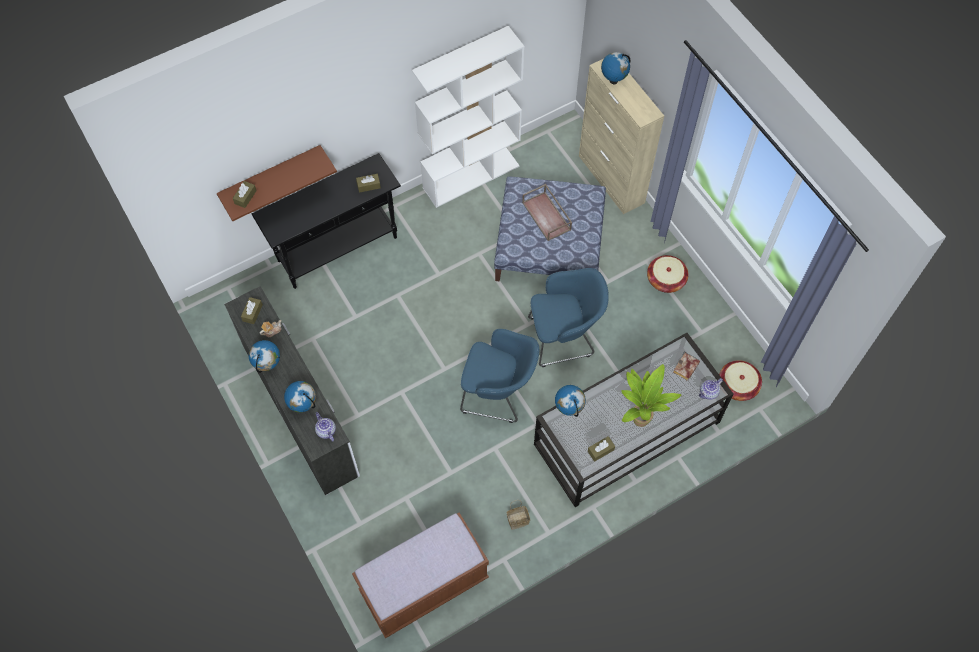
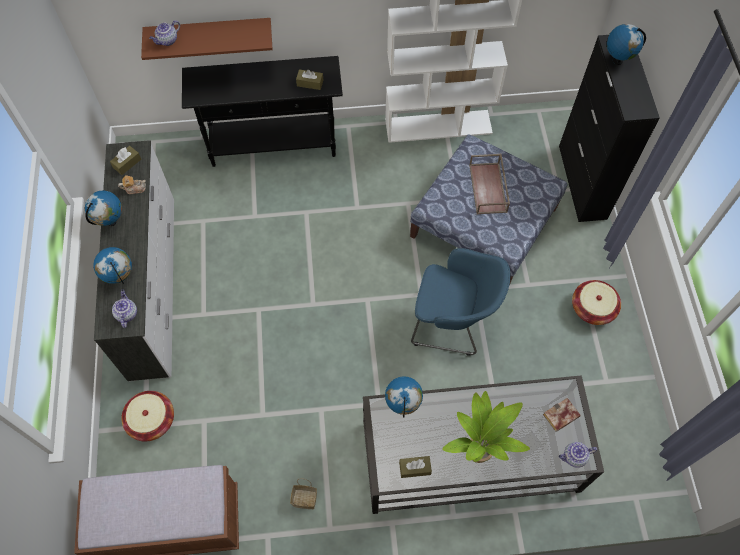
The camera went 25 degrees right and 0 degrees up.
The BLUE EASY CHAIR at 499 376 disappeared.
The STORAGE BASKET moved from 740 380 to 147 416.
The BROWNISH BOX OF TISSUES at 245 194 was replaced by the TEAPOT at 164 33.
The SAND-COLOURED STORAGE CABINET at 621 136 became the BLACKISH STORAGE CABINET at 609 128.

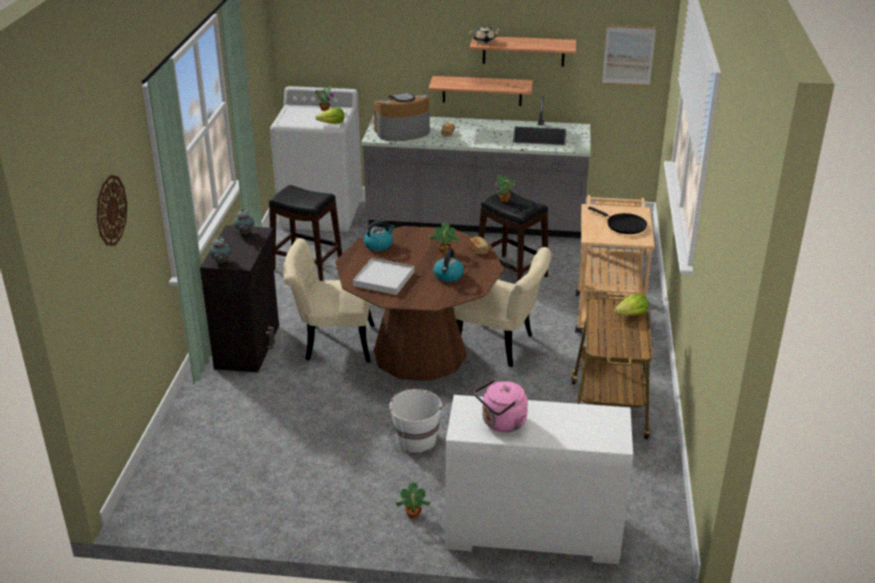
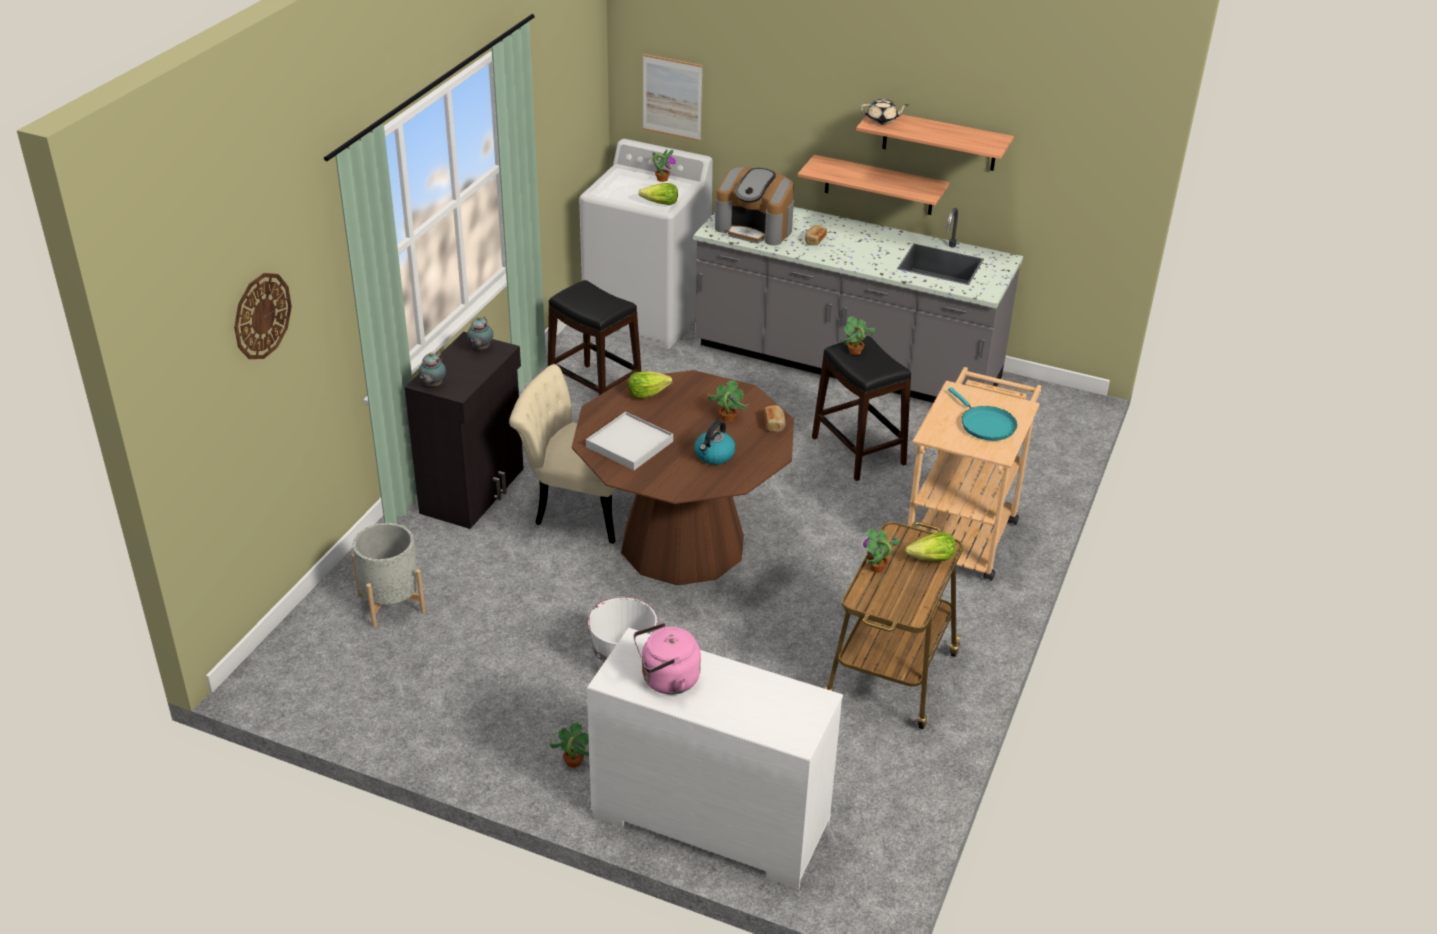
The camera went 15 degrees right and 5 degrees up.
The SAND-COLOURED UPRIGHT CHAIR at 502 307 disappeared.
The GREY FLOWER POT at 389 575 appeared.
The HOUSEPLANT at 881 551 appeared.
The PICTURE moved from 629 55 to 673 97.
The TEA KETTLE at 379 235 was replaced by the HEAD OF LETTUCE at 650 385.
The BLACKISH SKILLET at 617 220 became the TURQUOISE SKILLET at 982 414.
The COFFEE MAKER at 402 117 turned 150 degrees counterclockwise.

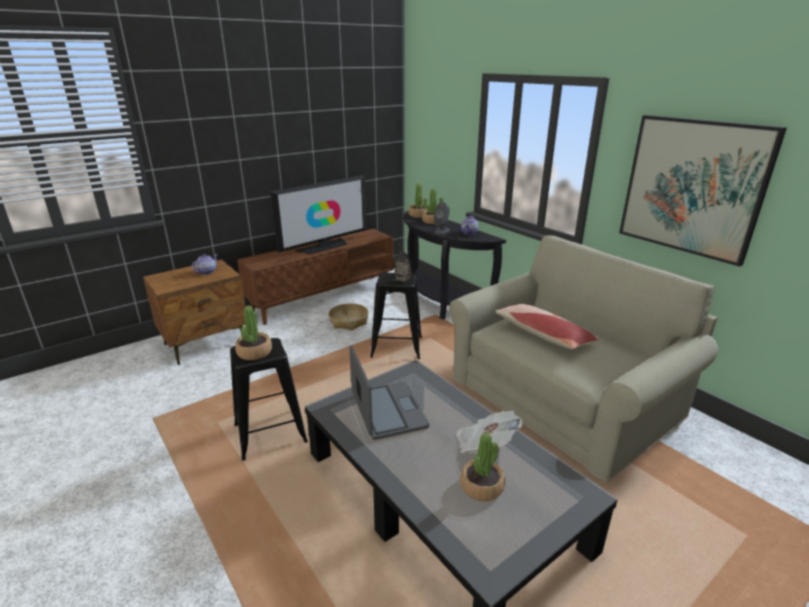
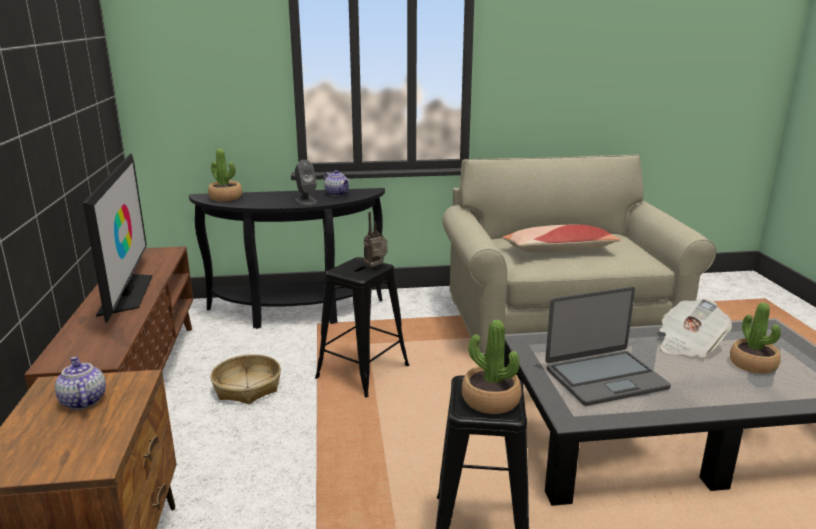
The camera went 60 degrees left and 5 degrees down.
The HOUSEPLANT at 432 206 disappeared.
The PICTURE at 703 191 disappeared.
The LAPTOP at 389 392 turned 150 degrees clockwise.

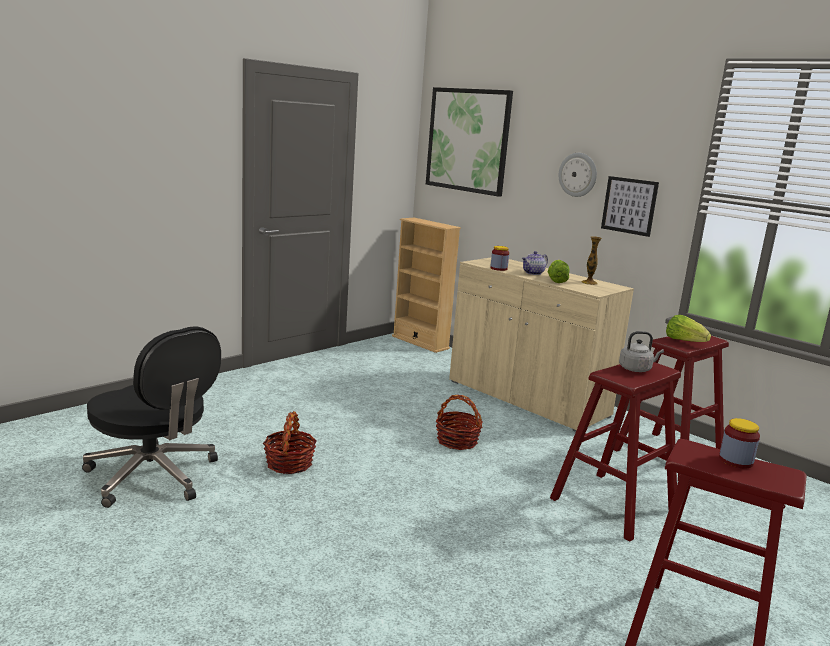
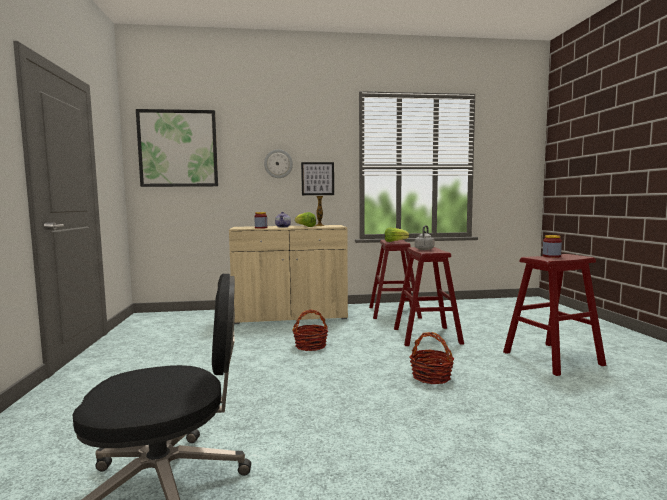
The camera went 50 degrees left and 10 degrees down.
The SAND-COLOURED BOOKCASE at 426 285 disappeared.
The STORAGE BASKET moved from 290 442 to 432 358.

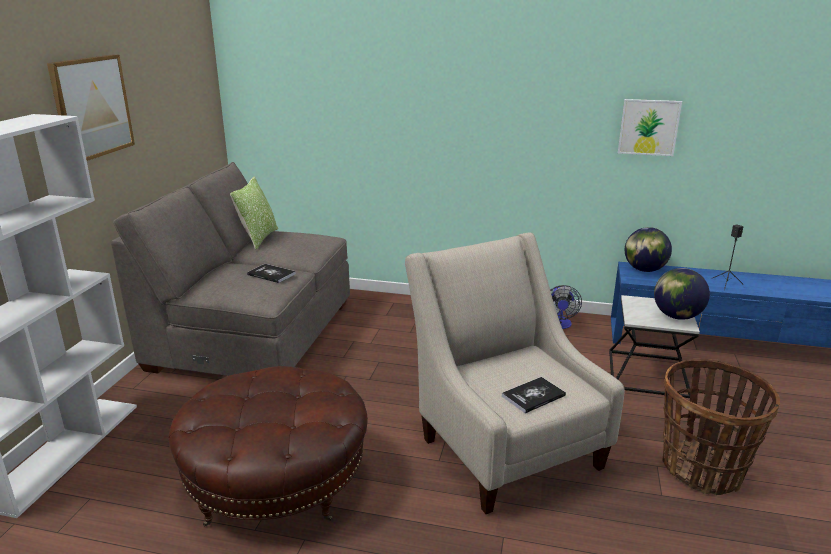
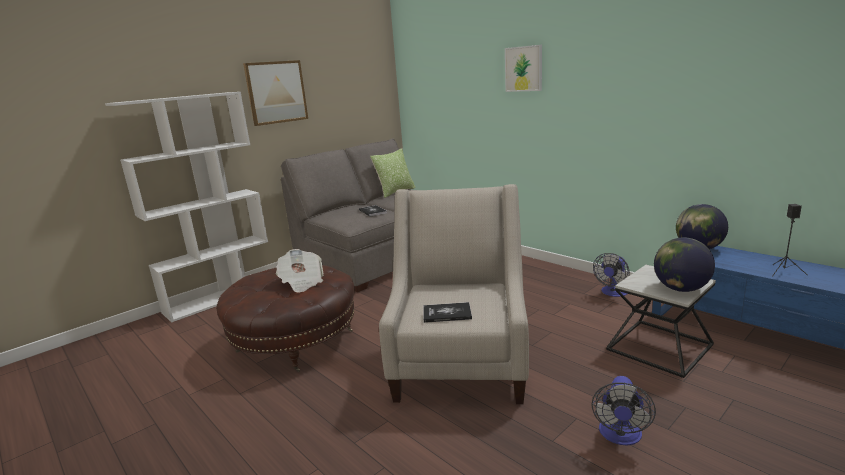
The camera went 35 degrees right and 5 degrees down.
The DAILY PAPER at 299 271 appeared.
The PICTURE moved from 650 127 to 523 68.
The STORAGE BASKET at 721 427 was replaced by the COOLING FAN at 624 411.

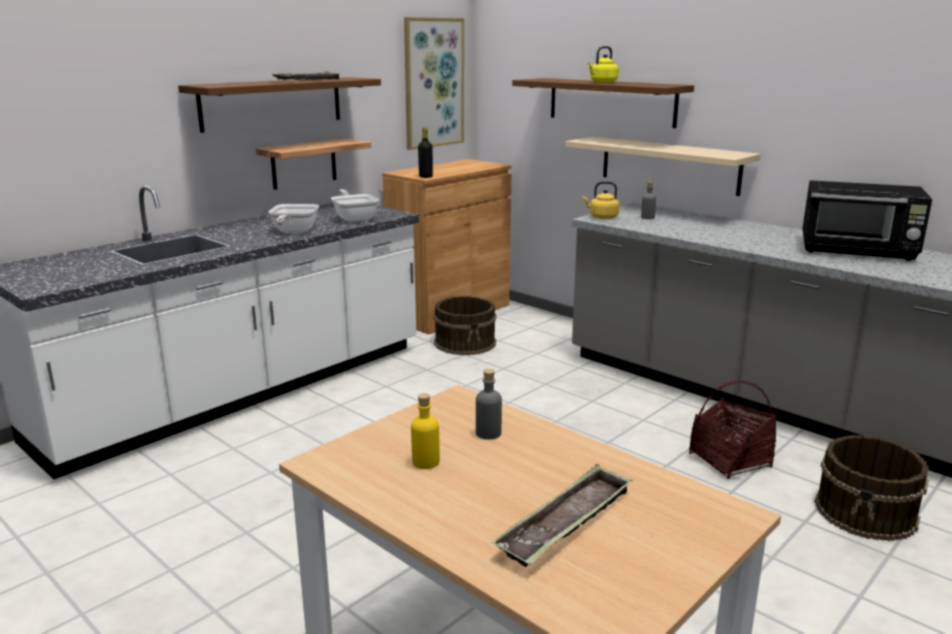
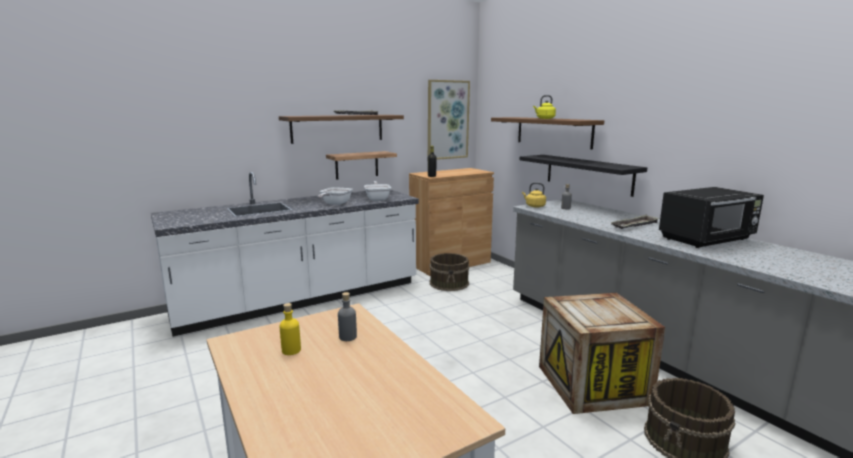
The camera went 15 degrees right and 5 degrees down.
The TRAY moved from 562 515 to 635 222.
The STORAGE BASKET at 733 430 was replaced by the PACKING CRATE at 602 353.
The SAND-COLOURED BRACKET SHELF at 663 166 became the BLACKISH BRACKET SHELF at 583 176.
The BLACKISH MICROWAVE OVEN at 867 220 turned 60 degrees counterclockwise.

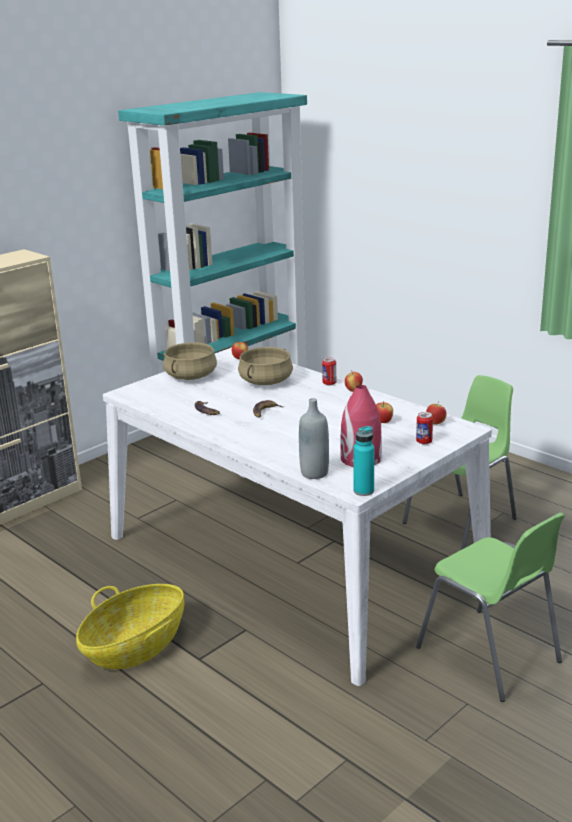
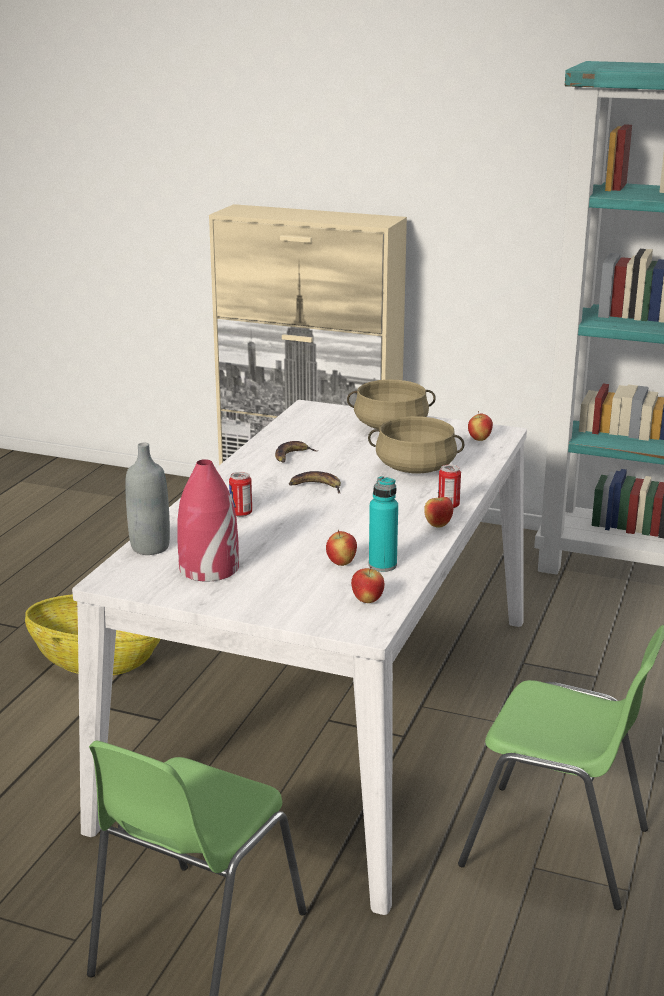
The camera went 65 degrees right and 0 degrees up.
The TURQUOISE BOTTLE moved from 363 461 to 383 524.
The METAL CAN moved from 424 428 to 240 494.

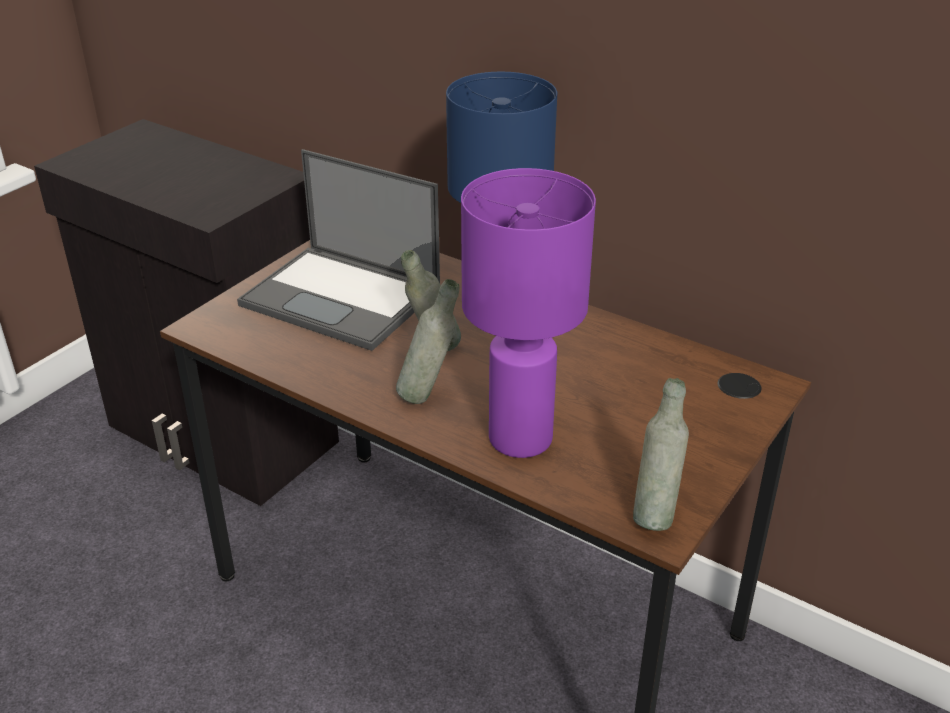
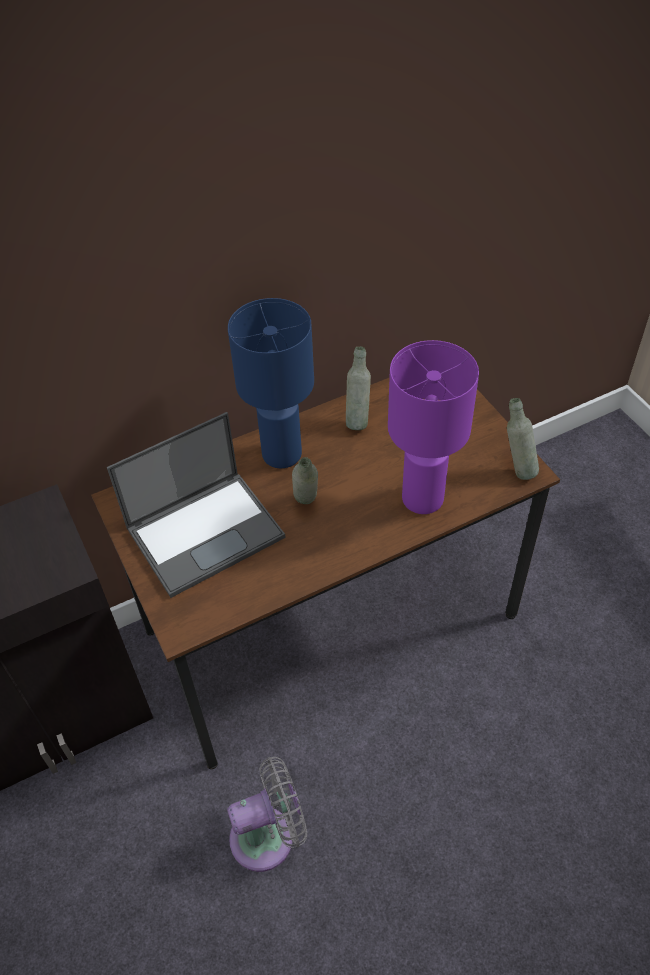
The camera went 60 degrees left and 15 degrees up.
The GREY COOLING FAN at 267 814 appeared.
The GREY BOTTLE moved from 427 341 to 358 388.

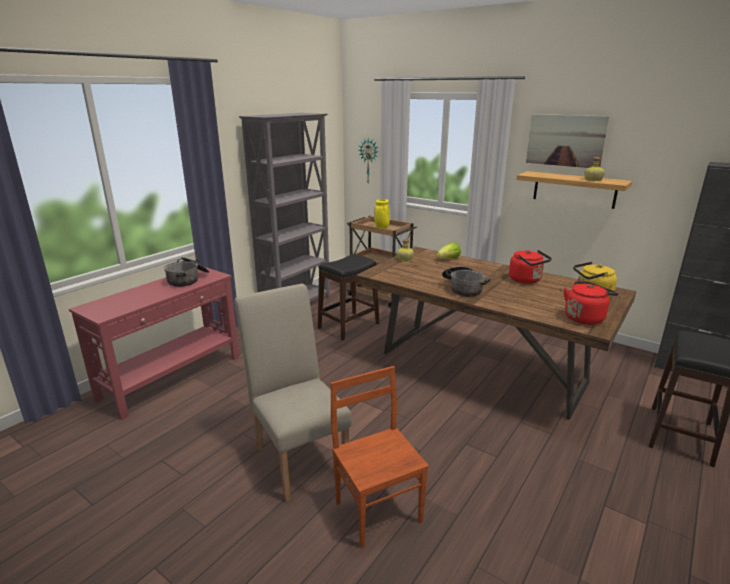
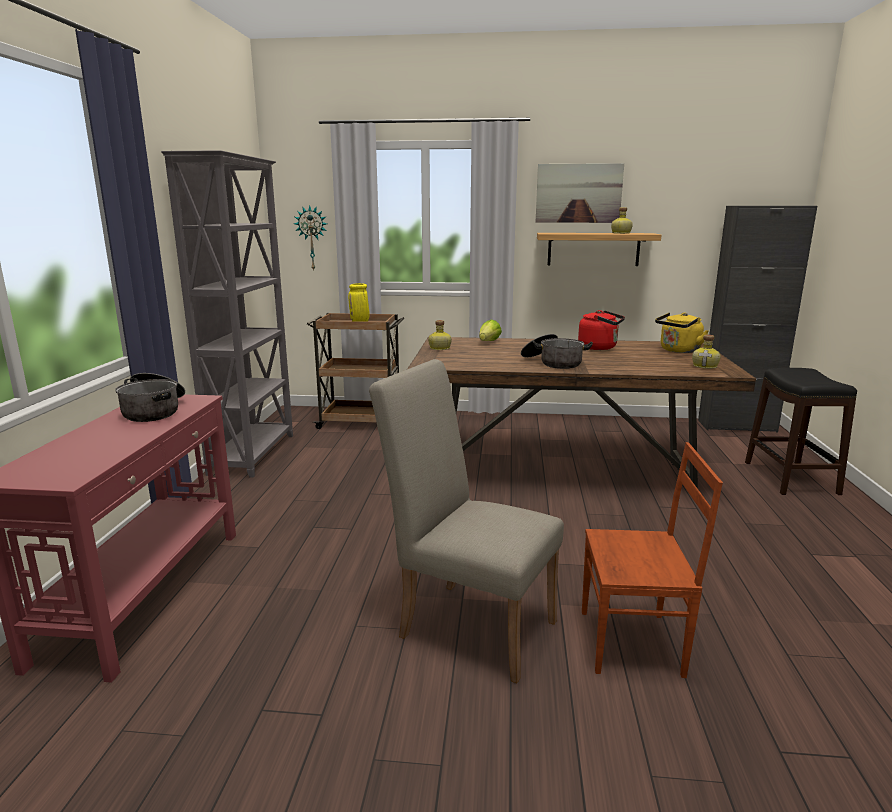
The camera went 30 degrees left and 5 degrees down.
The BLACKISH STOOL at 348 297 disappeared.
The RED-COLOURED TEA KETTLE at 591 303 was replaced by the BOTTLE at 706 352.
The BROWNISH UPRIGHT CHAIR at 380 457 turned 150 degrees clockwise.

